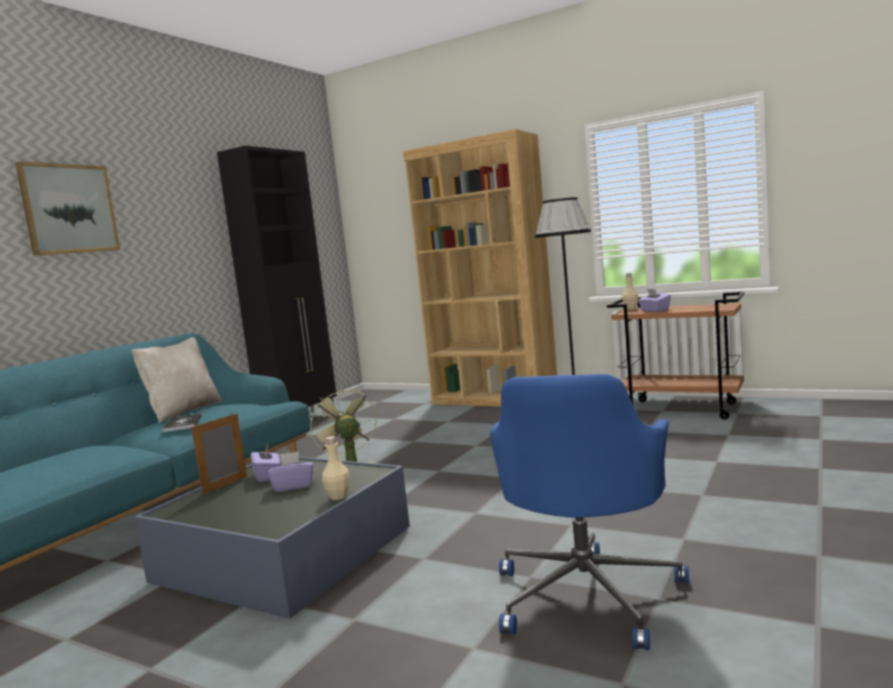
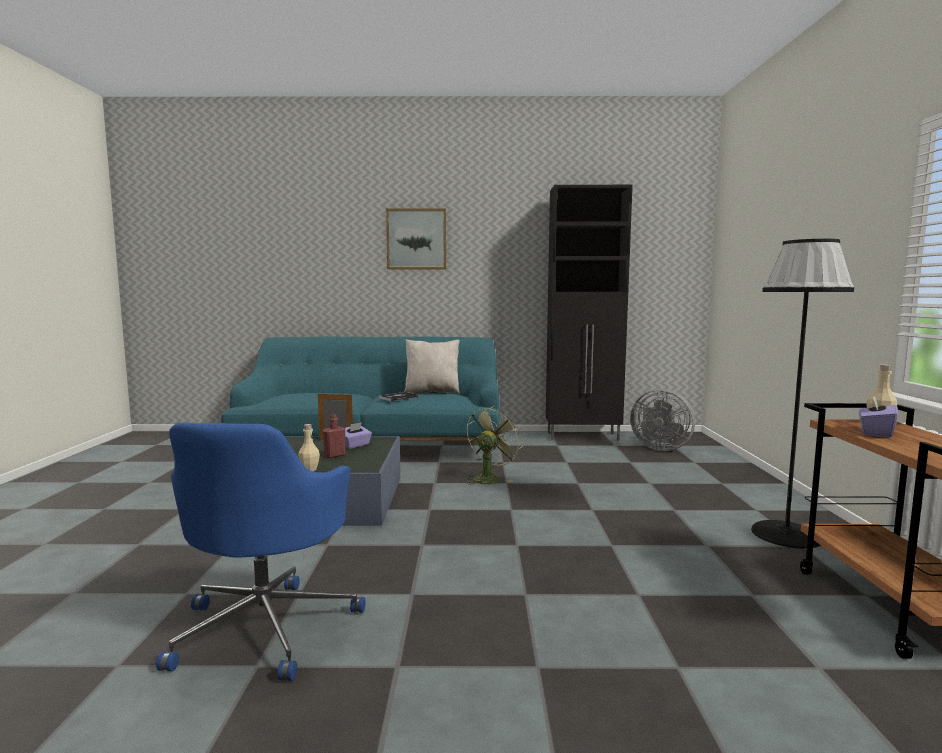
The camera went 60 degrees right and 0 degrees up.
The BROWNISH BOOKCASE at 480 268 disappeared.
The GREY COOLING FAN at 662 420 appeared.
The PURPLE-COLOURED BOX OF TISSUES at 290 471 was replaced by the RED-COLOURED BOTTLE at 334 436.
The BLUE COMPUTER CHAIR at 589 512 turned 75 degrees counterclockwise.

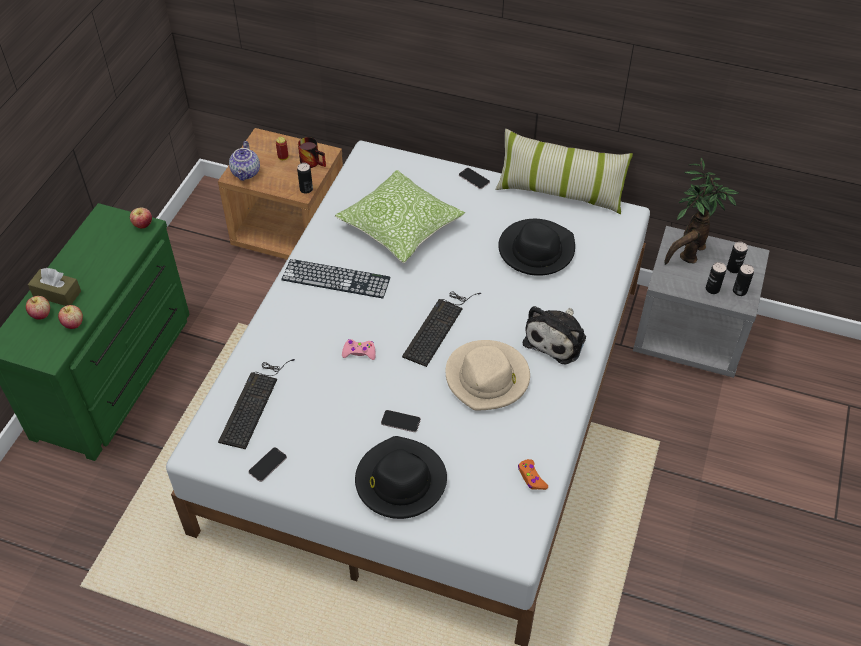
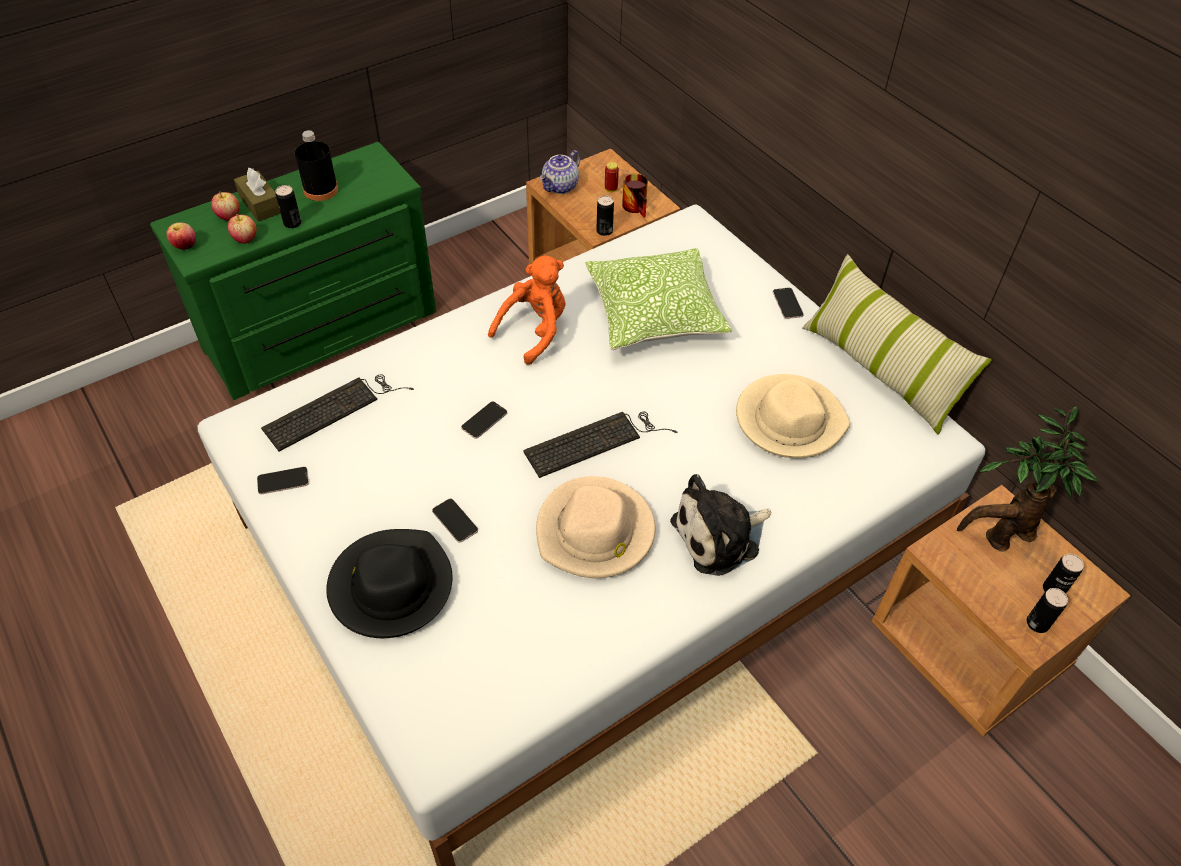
The camera went 35 degrees right and 0 degrees up.
The ORANGE GAMEPAD at 533 474 disappeared.
The BLACKISH BOTTLE at 316 165 appeared.
The APPLE moved from 141 218 to 181 236.
The METAL CAN moved from 716 278 to 288 206.
The COMPUTER KEYBOARD at 335 278 was replaced by the ORANGE PLUSH TOY at 526 310.
The PINK GAMEPAD at 359 349 was replaced by the PHONE at 484 420.
The BLACKISH CLOTHING HAT at 536 247 became the SAND-COLOURED CLOTHING HAT at 793 416.
The GREY NIGHTSTAND at 701 302 became the BROWNISH NIGHTSTAND at 1001 611.

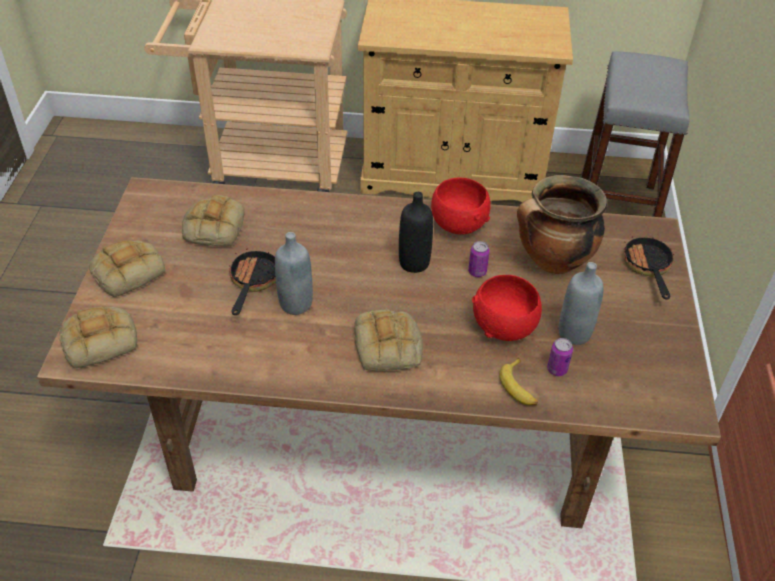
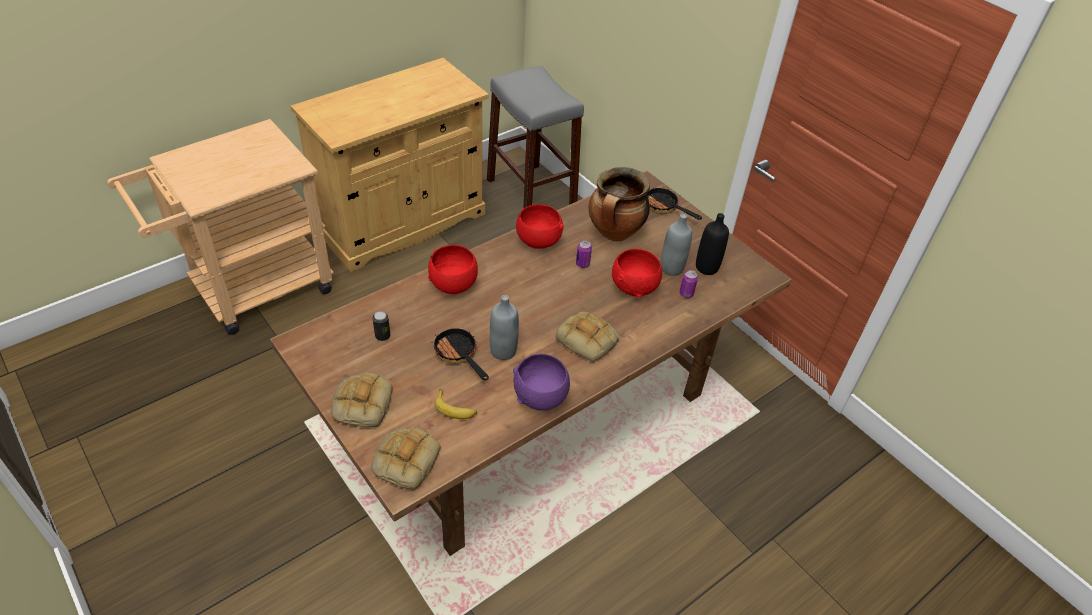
The camera went 45 degrees left and 0 degrees up.
The RED-COLOURED DEEP DISH at 453 269 appeared.
The PURPLE-COLOURED DEEP DISH at 541 382 appeared.
The BLACKISH BOTTLE moved from 416 232 to 712 244.
The BANANA FRUIT moved from 518 381 to 455 404.
The BAKED BREAD at 213 221 was replaced by the METAL CAN at 381 326.

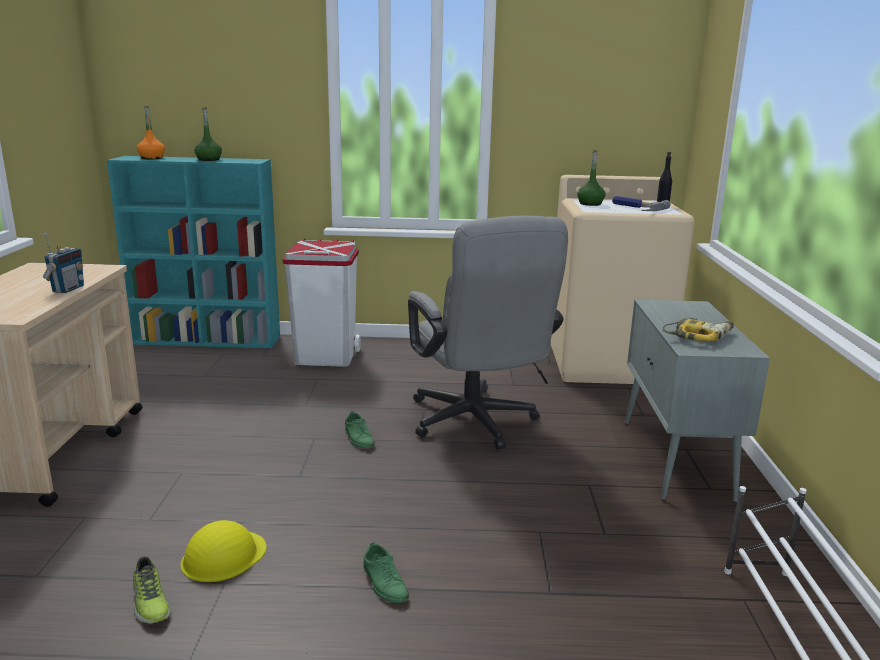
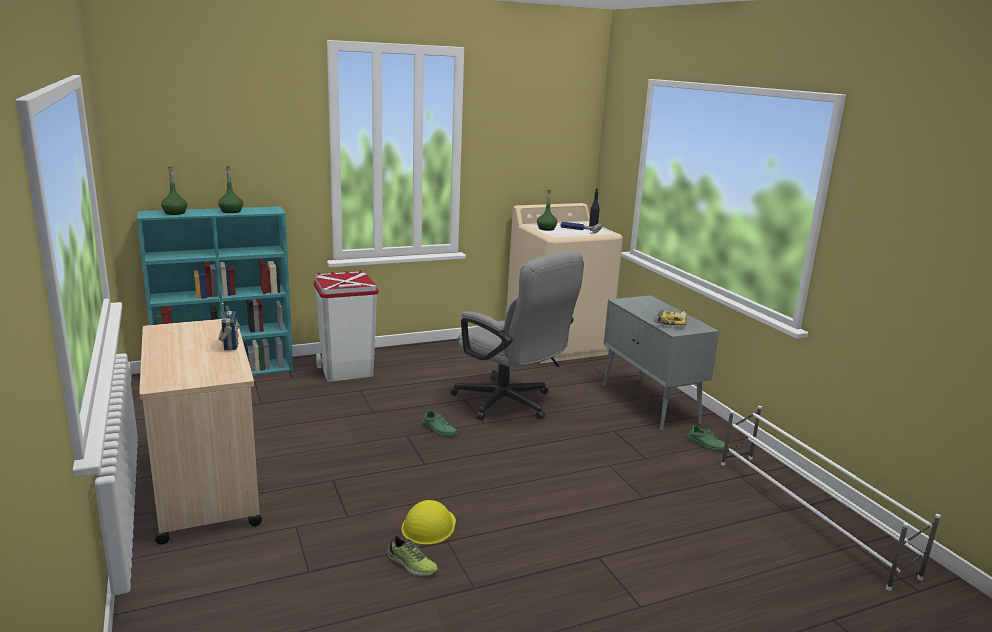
The camera went 25 degrees left and 0 degrees up.
The GREENISH LOW SHOE moved from 386 572 to 708 438.
The ORANGE BOTTLE at 151 133 became the GREENISH BOTTLE at 174 191.

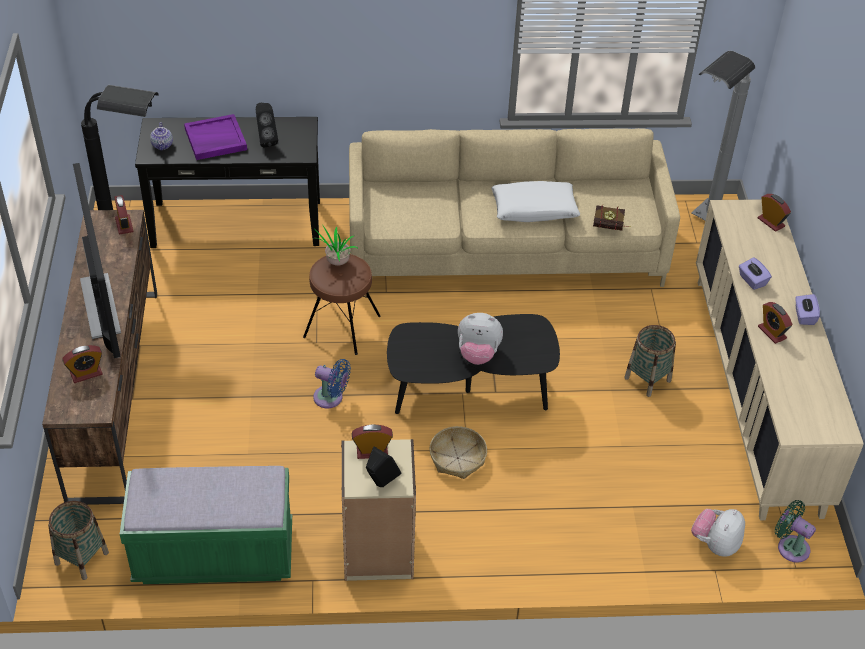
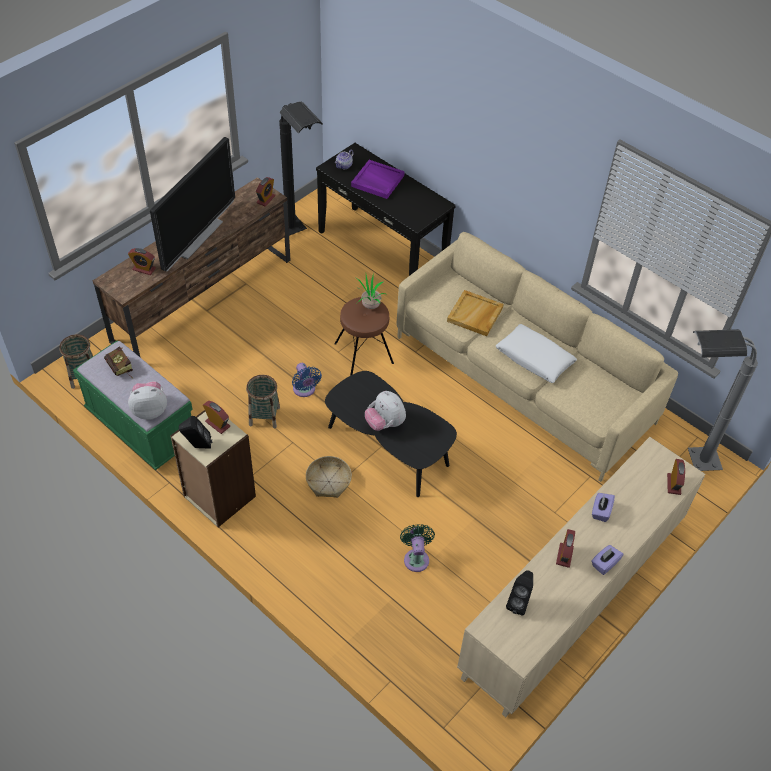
The camera went 45 degrees right and 5 degrees up.
The SAND-COLOURED TRAY at 475 313 appeared.
The BLACKISH SPEAKER moved from 267 125 to 519 593.
The BOOK moved from 611 217 to 118 362.
The STORAGE BASKET moved from 650 361 to 263 401.
The PLUSH TOY moved from 718 533 to 147 400.
The GREENISH COOLING FAN moved from 795 531 to 417 548.

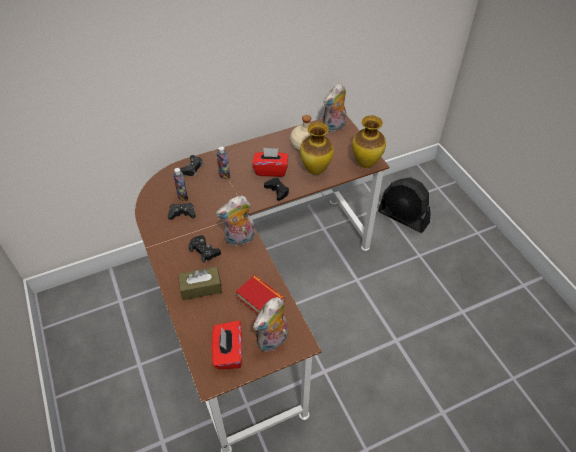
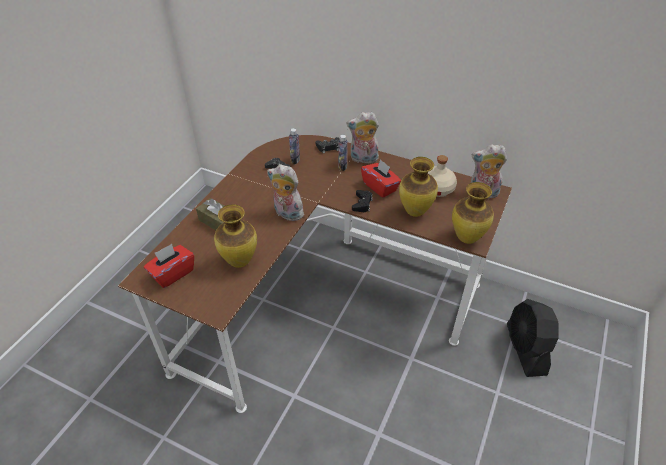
The camera went 50 degrees right and 5 degrees down.
The BLACKISH GAMEPAD at 204 249 disappeared.
The PLUSH TOY moved from 270 324 to 362 138.
The BOOK at 260 294 was replaced by the DECORATIVE VASE at 235 236.

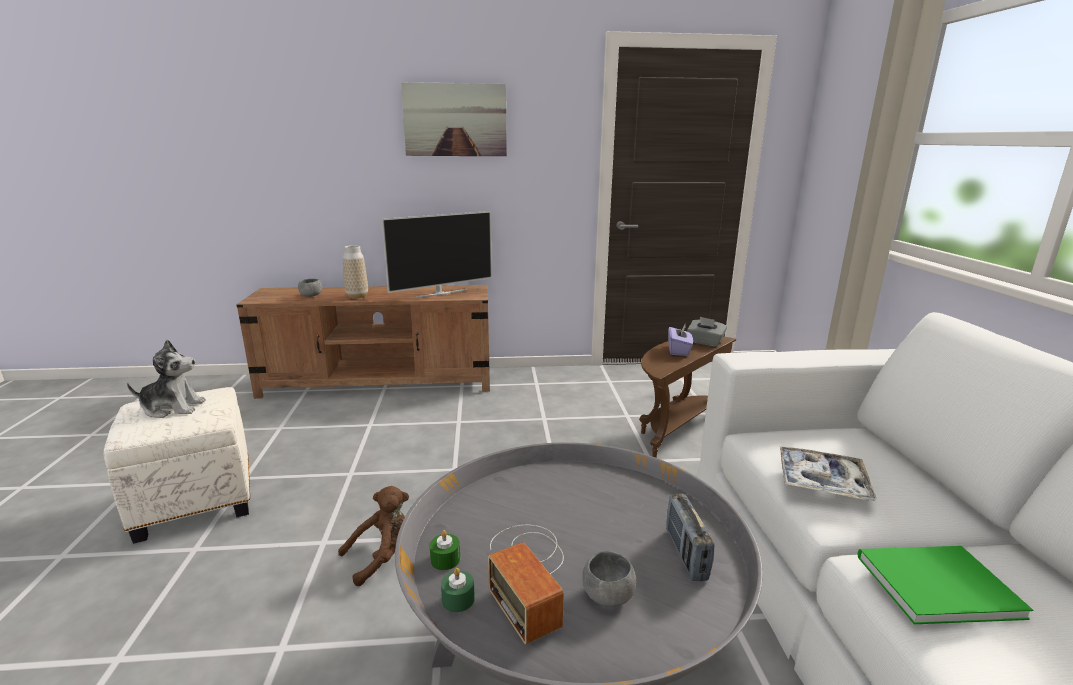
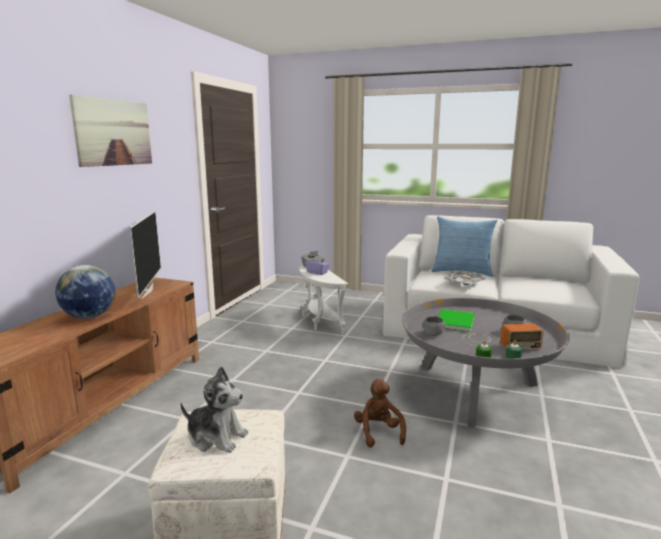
The camera went 65 degrees left and 5 degrees down.
The RADIO at 690 537 disappeared.
The THROW PILLOW at 465 246 appeared.
The GREY DEEP DISH moved from 310 288 to 434 326.
The GREENISH BOOK moved from 945 585 to 456 320.
The DECORATIVE VASE at 355 271 was replaced by the WORLD GLOBE at 85 292.
The BROWNISH SIDE TABLE at 687 397 became the WHITISH SIDE TABLE at 323 300.
The PLUSH TOY at 166 379 turned 90 degrees clockwise.

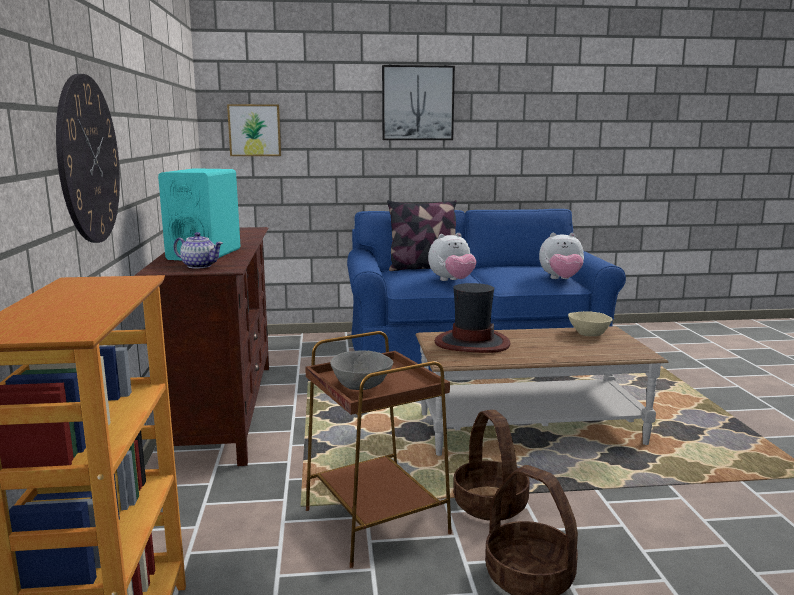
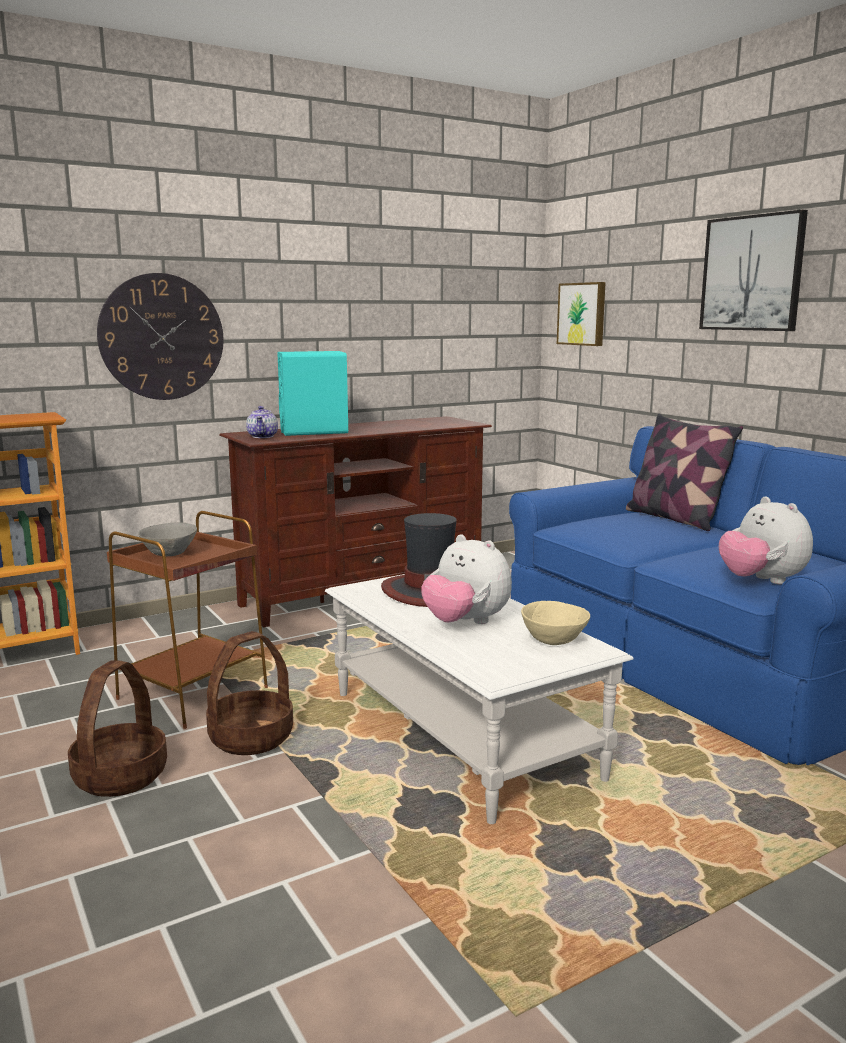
The camera went 65 degrees right and 0 degrees up.
The PLUSH TOY moved from 452 257 to 466 579.
The BROWNISH LOW TABLE at 542 391 became the WHITISH LOW TABLE at 479 699.

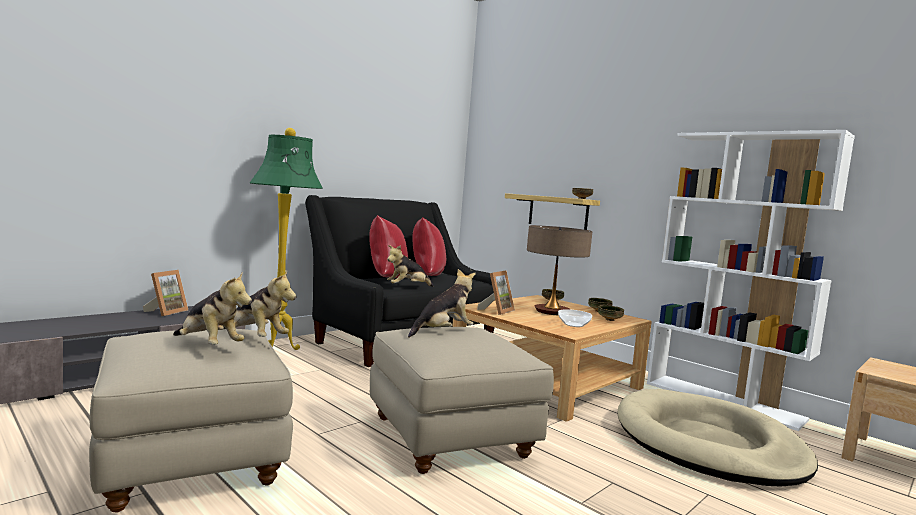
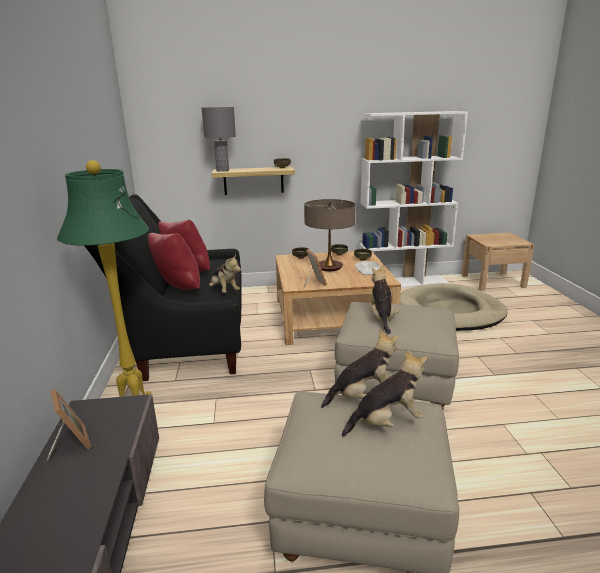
The camera went 50 degrees left and 15 degrees up.
The GREY LAMP FOR A TABLE at 219 139 appeared.
The PLUSH TOY at 410 266 turned 45 degrees counterclockwise.

